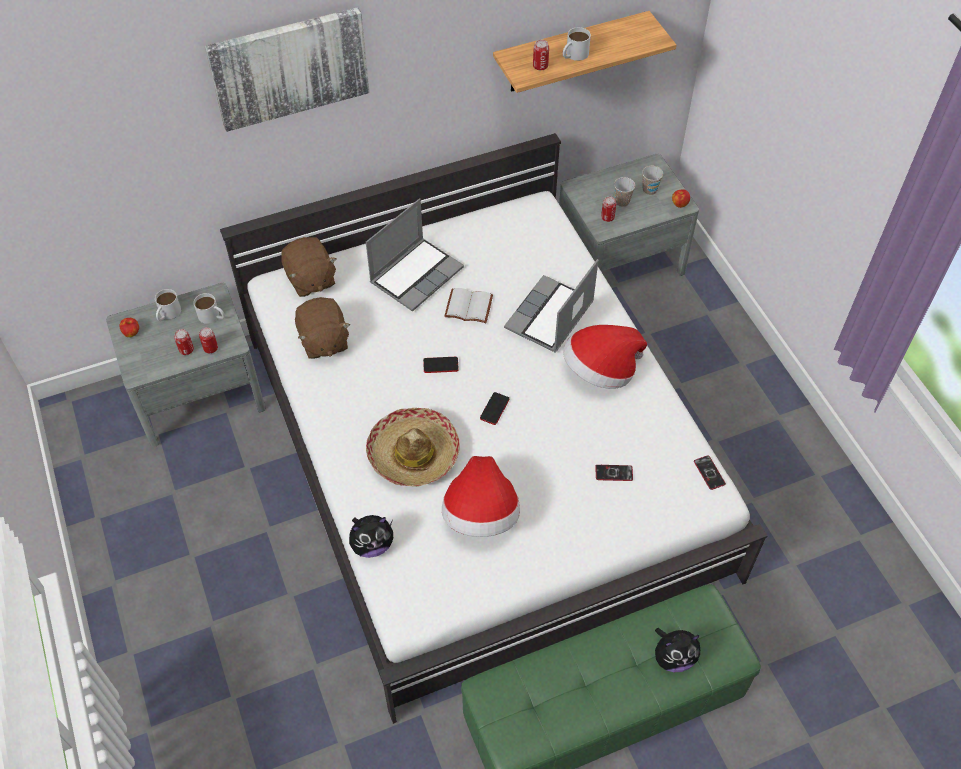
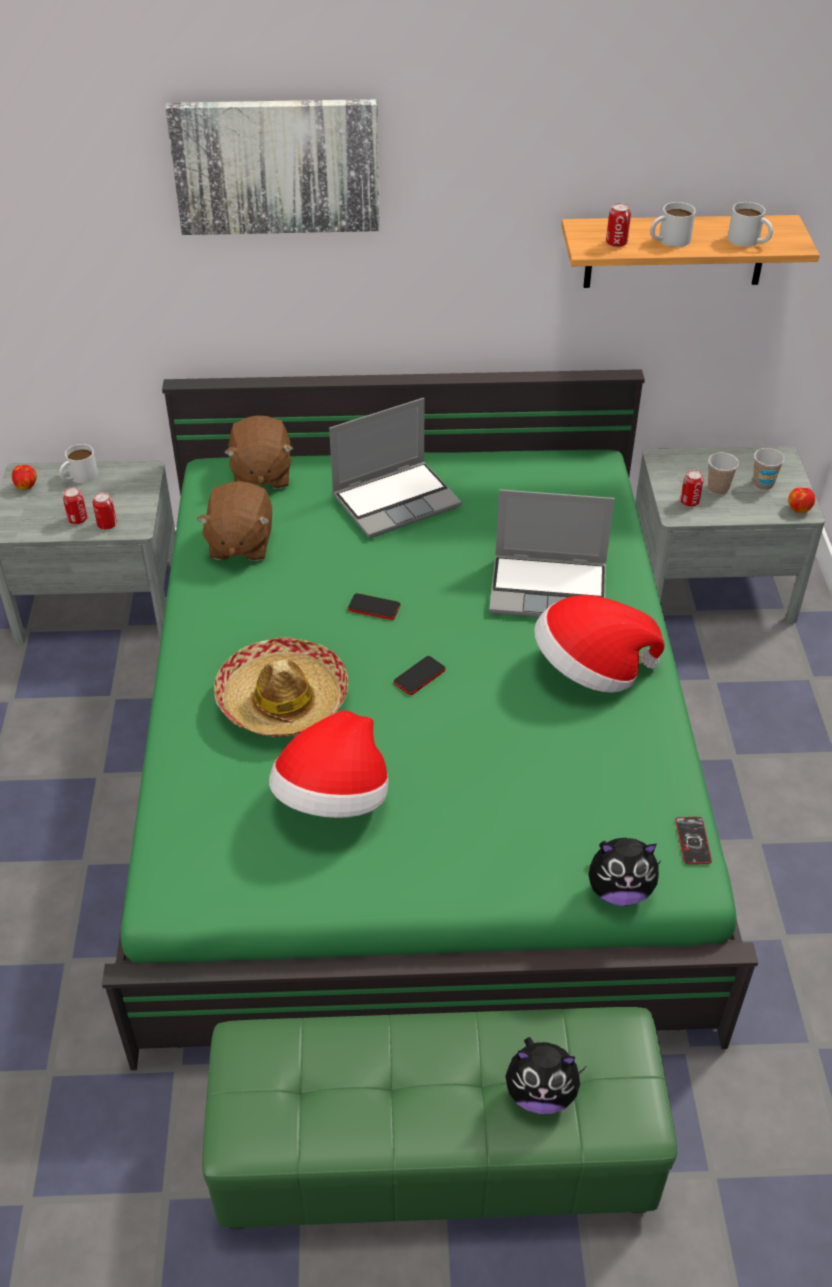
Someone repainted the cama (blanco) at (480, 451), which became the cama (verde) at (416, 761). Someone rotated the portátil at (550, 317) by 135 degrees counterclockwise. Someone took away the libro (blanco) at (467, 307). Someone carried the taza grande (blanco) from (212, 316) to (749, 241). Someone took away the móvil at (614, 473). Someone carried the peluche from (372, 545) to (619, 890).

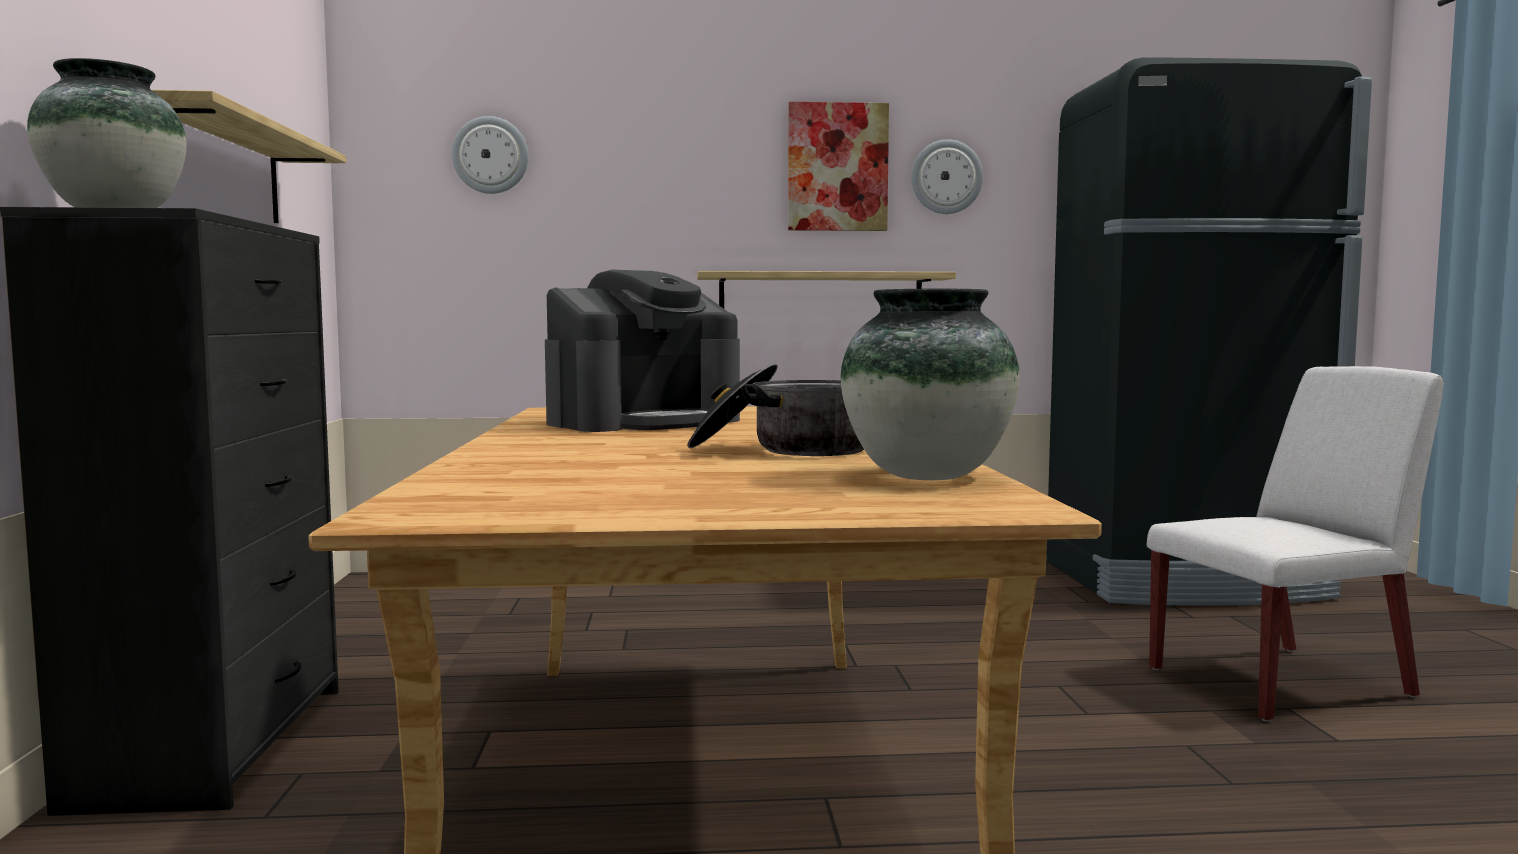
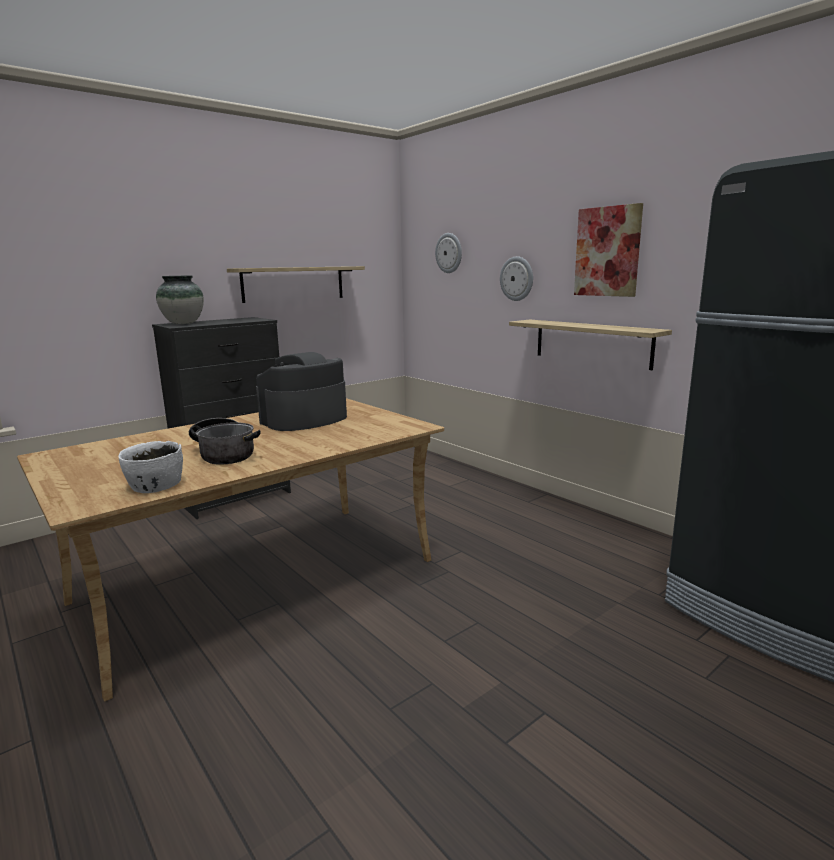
Someone carried the reloj de pared from (946, 177) to (517, 278). Someone rotated the cafetera at (644, 422) by 120 degrees clockwise. Someone swapped the florero at (928, 476) for the cuenco (blanco) at (155, 485). Someone took away the silla (blanco) at (1281, 682).

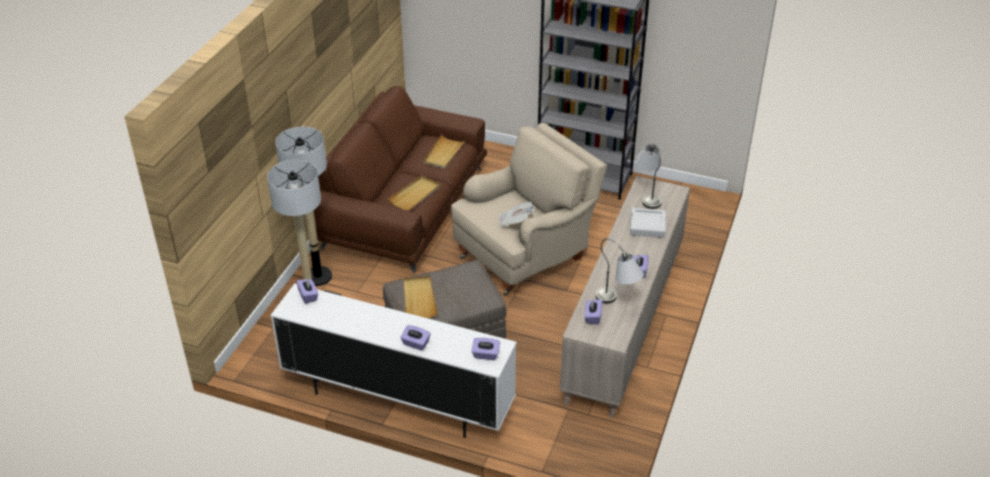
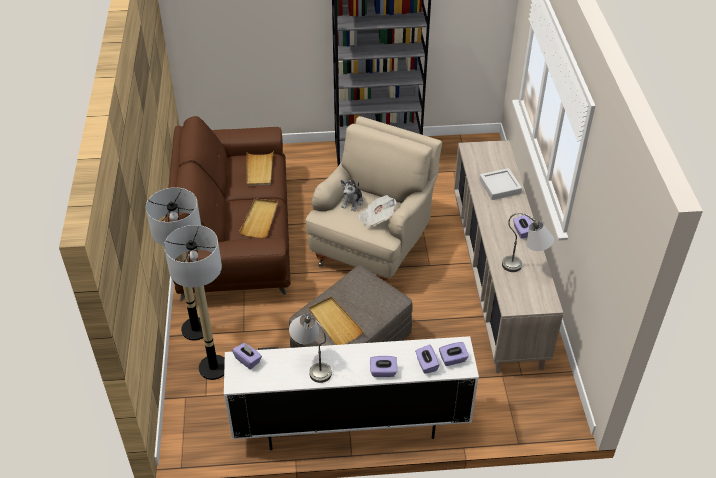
Someone carried the lámpara de mesa (gris) from (648, 195) to (312, 363). Someone carried the caja de pañuelos (morado) from (592, 317) to (426, 364). Someone put down the peluche at (352, 202).

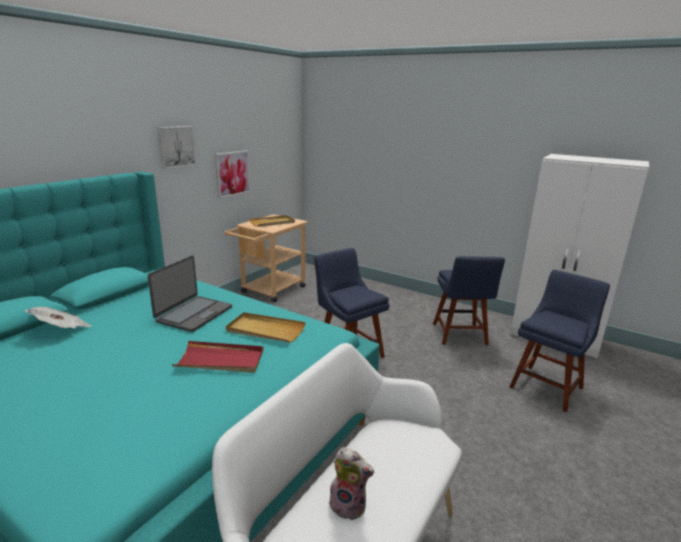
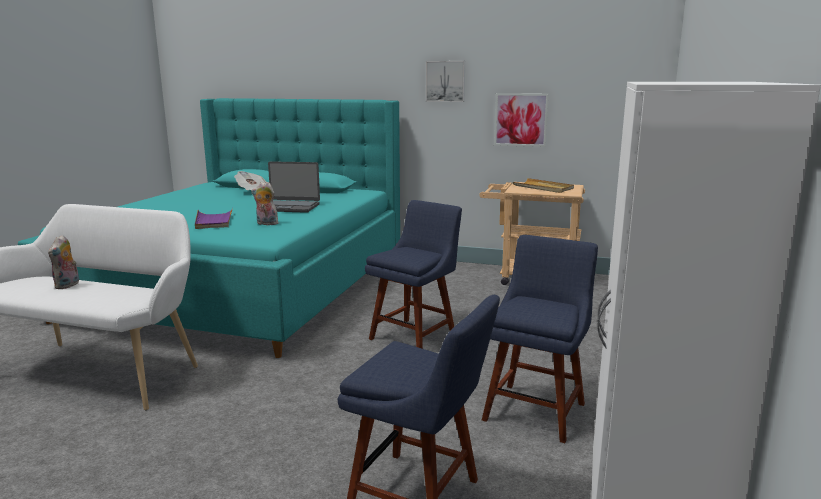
Someone rotated the silla (azul) at (460, 335) by 135 degrees clockwise. Someone swapped the bandeja (beis) at (265, 330) for the peluche at (266, 224). Someone repainted the bandeja (rojo) at (220, 360), which became the bandeja (morado) at (214, 221).

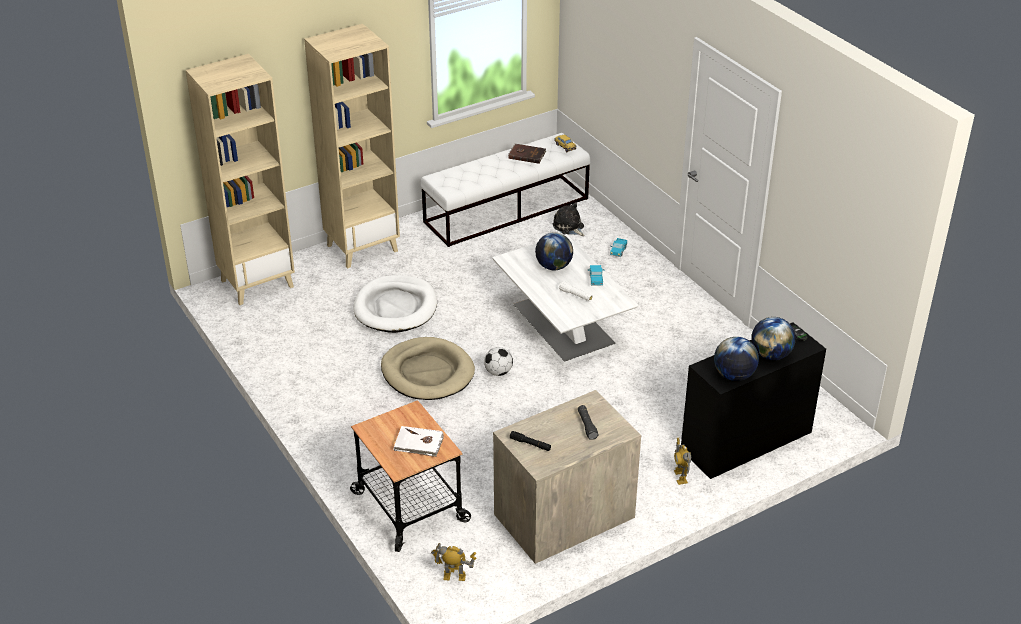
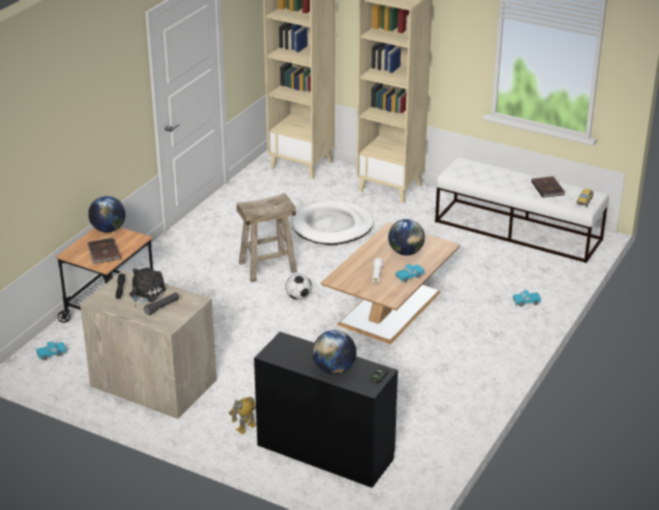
Someone carried the peluche from (569, 227) to (146, 294). Someone repainted the mesa de centro (blanco) at (561, 324), which became the mesa de centro (marrón) at (390, 306). Someone swapped the cama para perro (beis) at (427, 372) for the taburete (beis) at (268, 267). Someone carried the globo terráqueo from (734, 375) to (108, 229). Someone repainted the libro (blanco) at (419, 443), which became the libro (marrón) at (103, 253). Someone swapped the robot de juguete at (454, 577) for the camión de juguete at (52, 354).

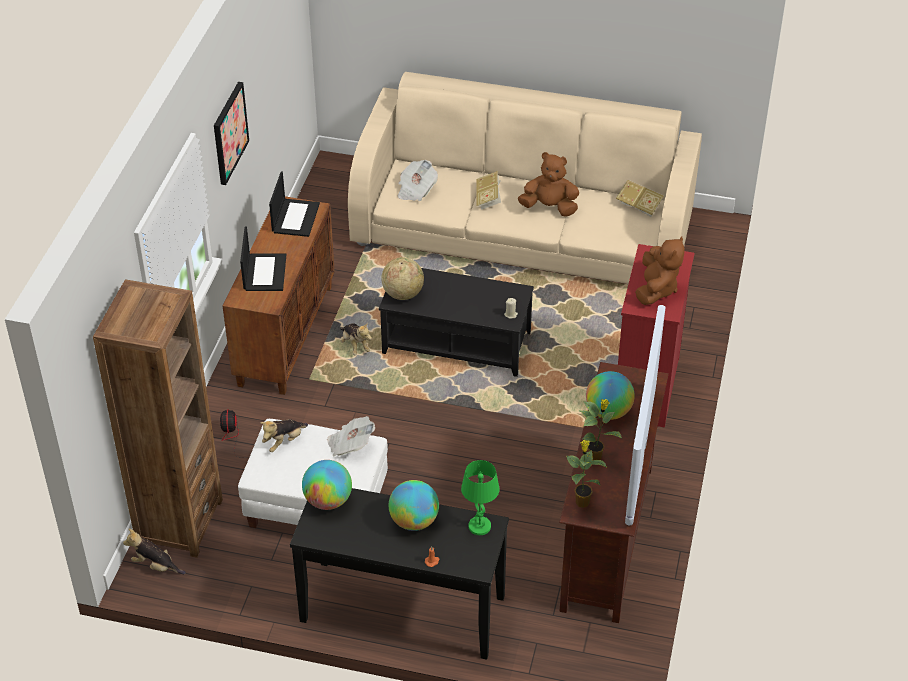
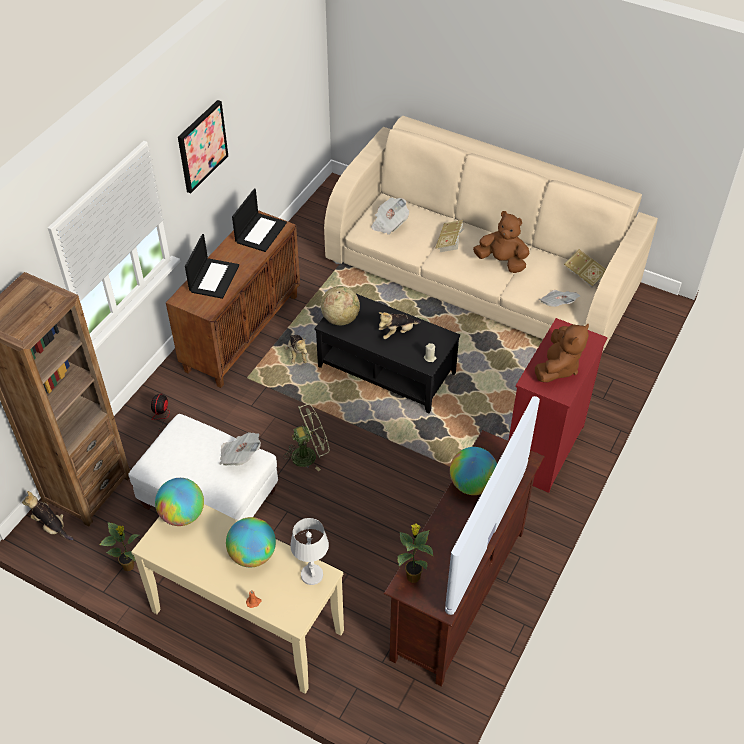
Someone carried the planta en maceta from (595, 457) to (129, 566). Someone carried the peluche from (284, 441) to (397, 332). Someone repainted the lámpara de mesa (verde) at (479, 526), which became the lámpara de mesa (blanco) at (311, 575). Someone repainted the mesa consola (negro) at (402, 609), which became the mesa consola (beis) at (247, 622). Someone put down the periódico at (557, 305). Someone put down the ventilador (verde) at (309, 454).

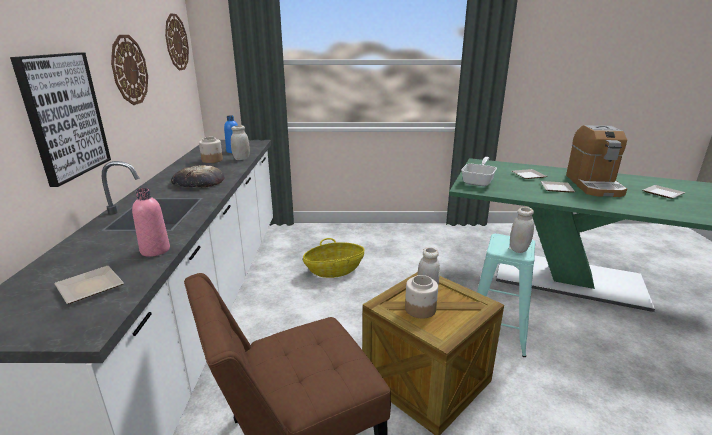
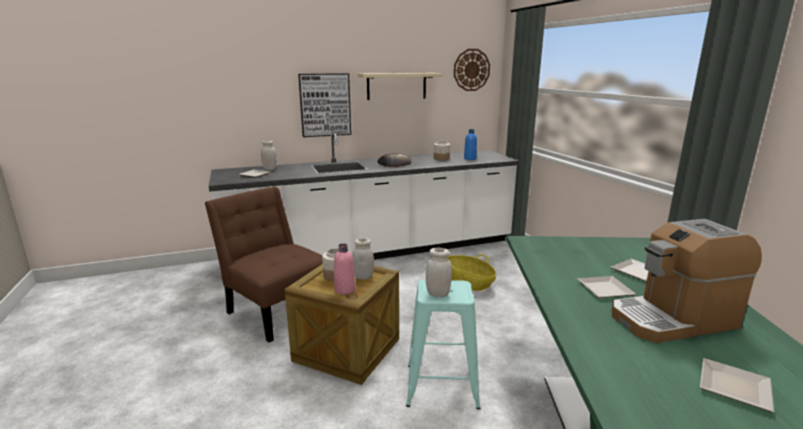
Someone swapped the reloj de pared at (129, 70) for the estante (beis) at (396, 86). Someone carried the tarro (blanco) from (241, 159) to (270, 169). Someone took away the sartén at (479, 181). Someone carried the botella (rosa) from (155, 250) to (345, 290).

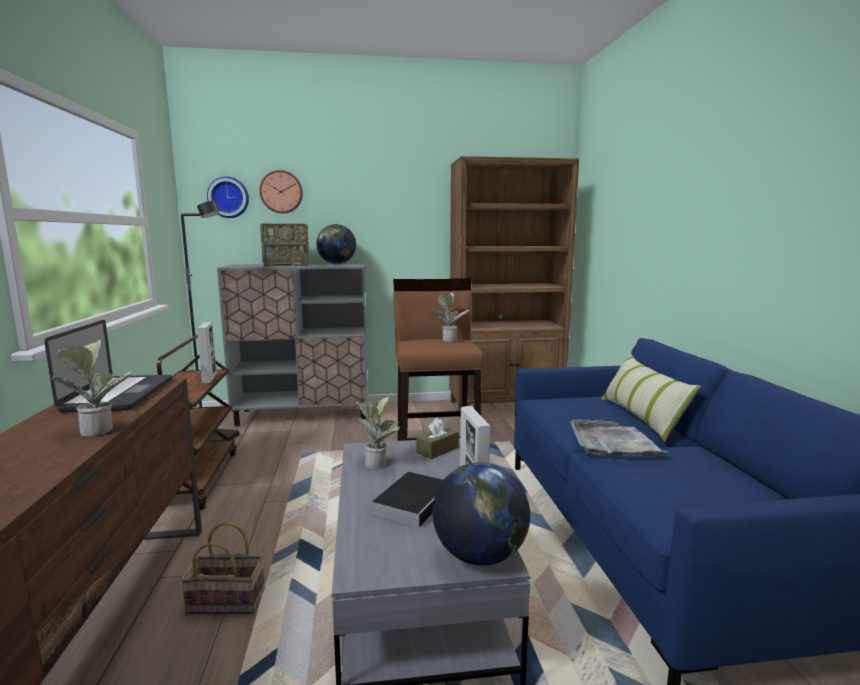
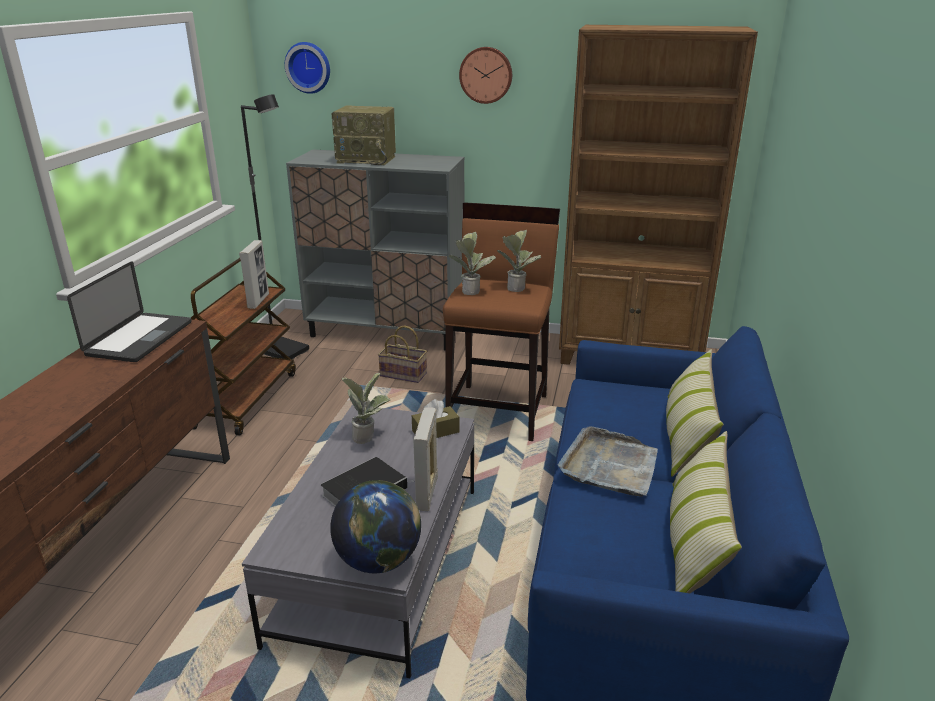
Someone carried the reloj de pared from (281, 192) to (486, 75). Someone took away the globo terráqueo at (337, 264). Someone carried the planta en maceta from (99, 429) to (471, 290). Someone carried the cesta from (228, 600) to (404, 374). Someone put down the cojín at (695, 541).

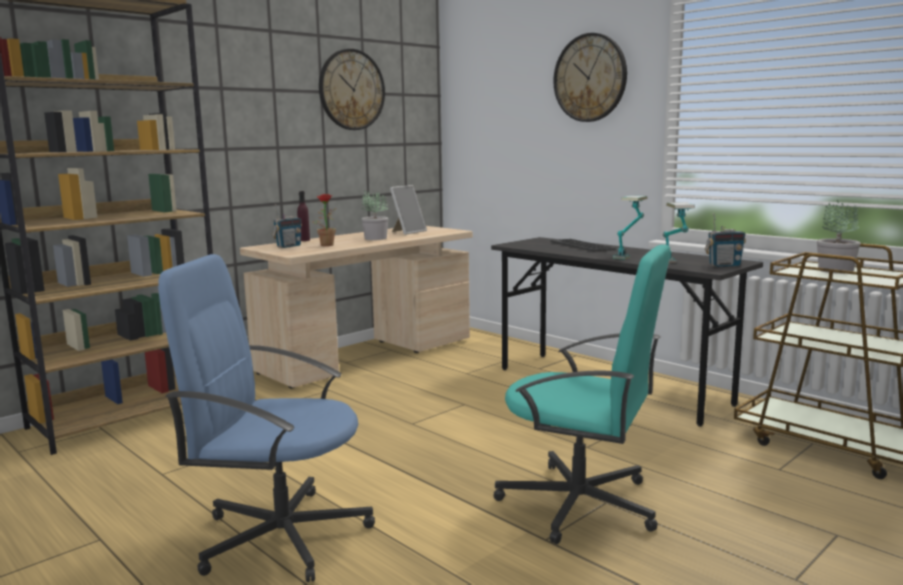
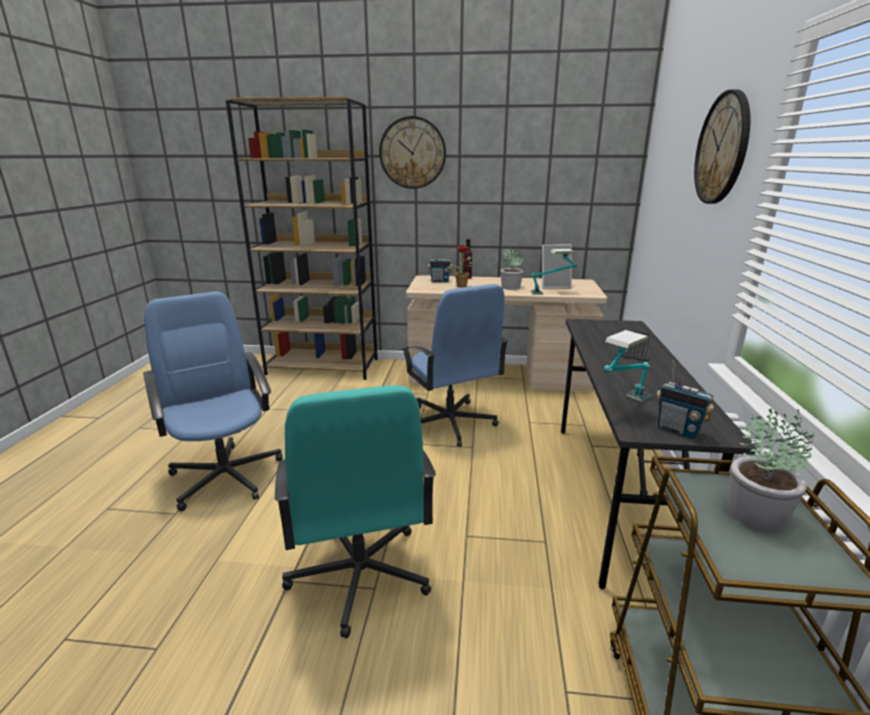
Someone carried the reloj de pared from (351, 90) to (412, 153). Someone carried the lámpara de mesa from (629, 255) to (552, 293). Someone put down the silla de oficina (azul) at (450, 423).

